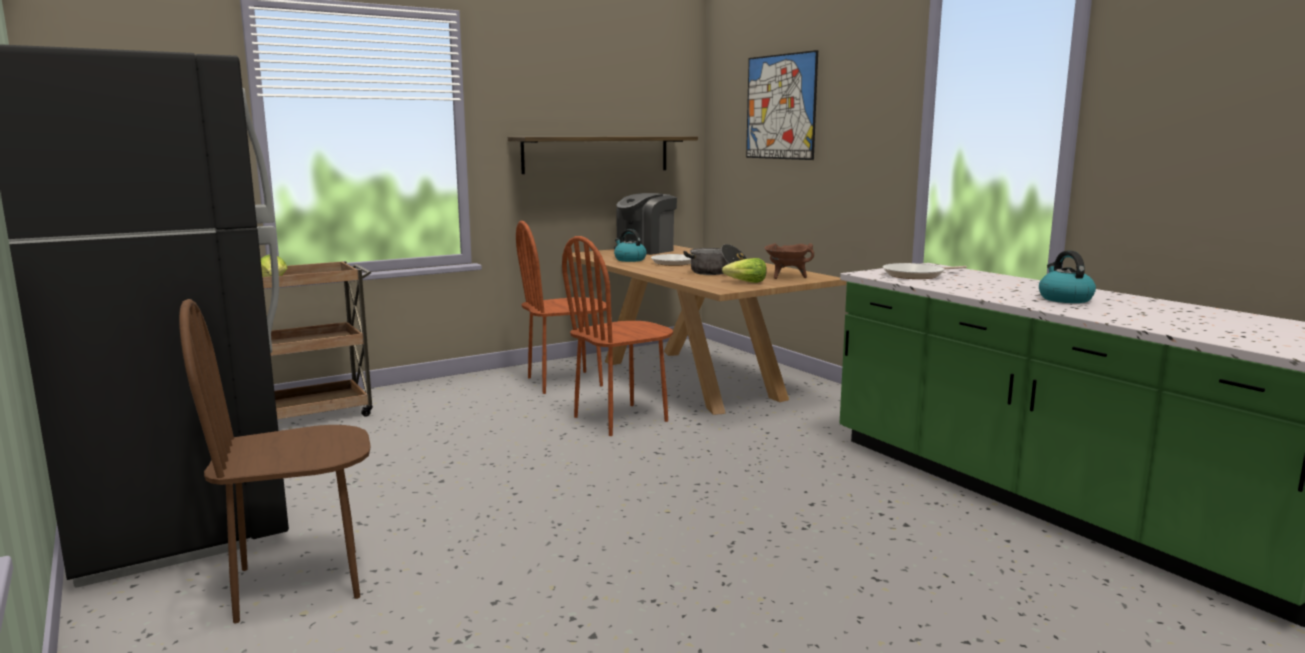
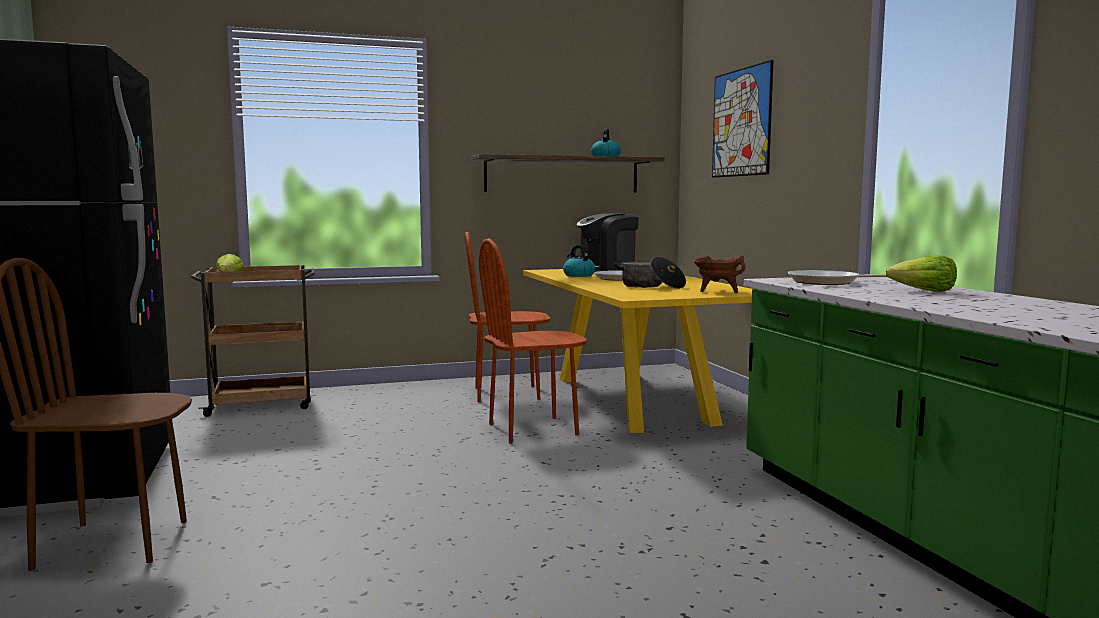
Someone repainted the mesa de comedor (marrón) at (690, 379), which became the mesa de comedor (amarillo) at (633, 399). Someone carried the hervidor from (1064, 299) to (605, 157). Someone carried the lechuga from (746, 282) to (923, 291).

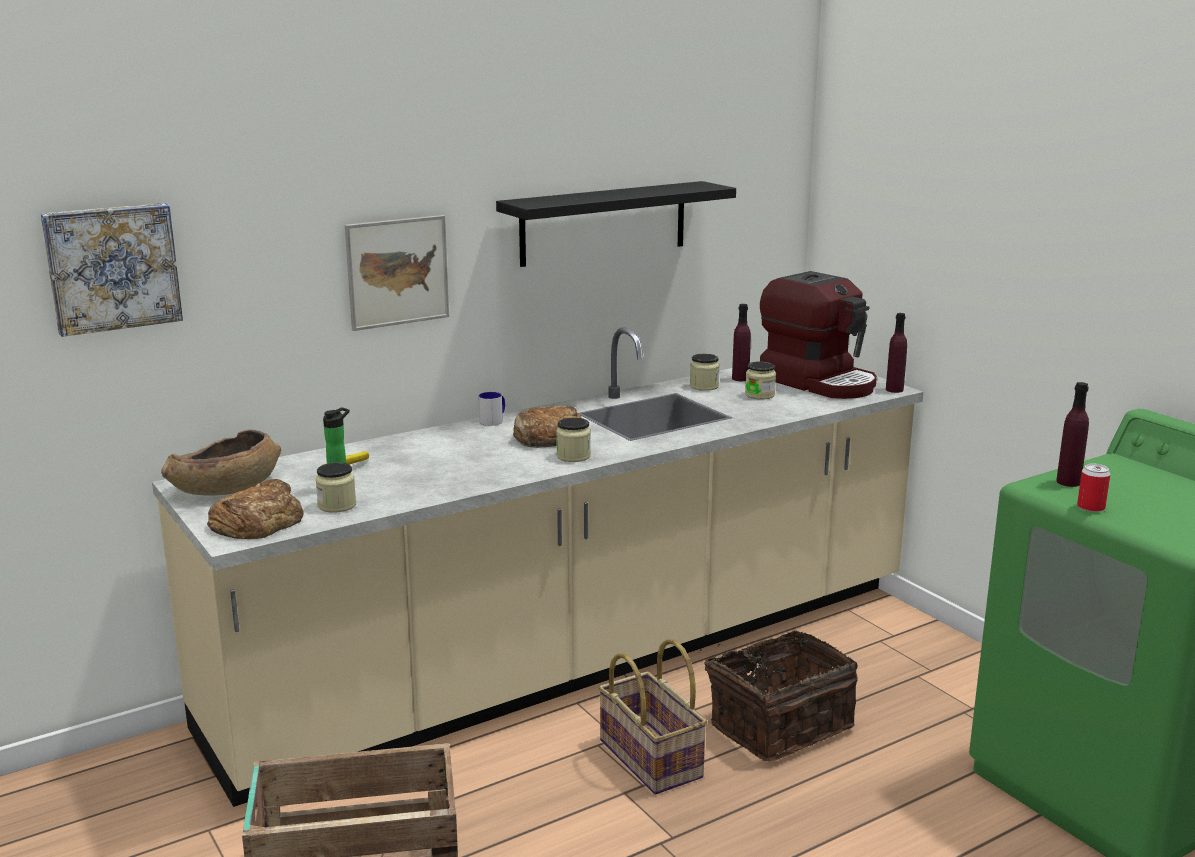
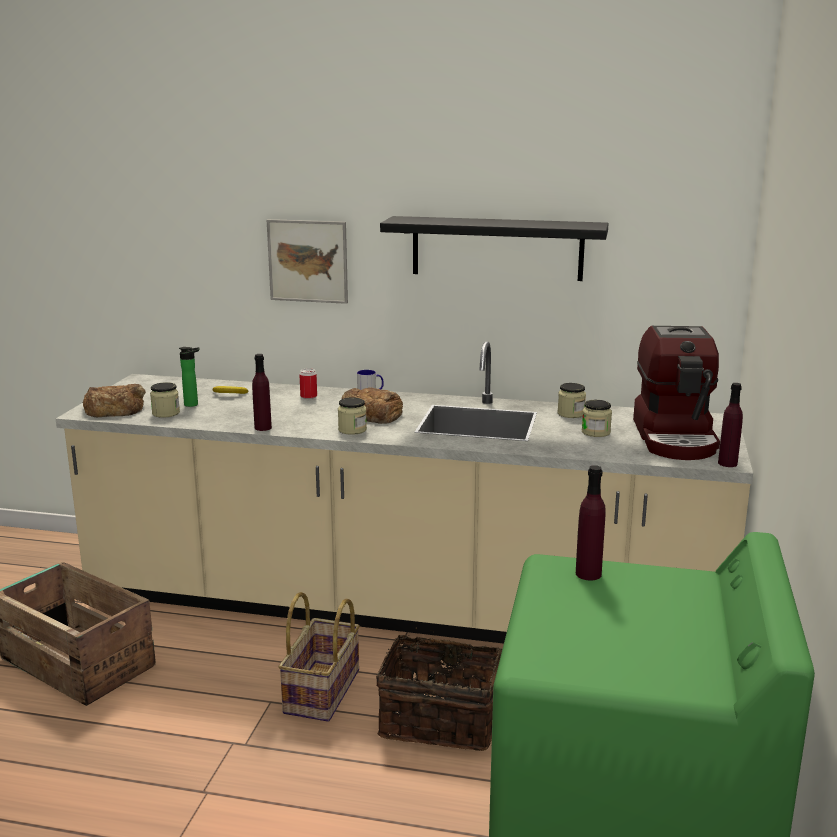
Someone took away the cuadro at (112, 267). Someone carried the botella (morado) from (740, 378) to (263, 428). Someone took away the cuenco (marrón) at (225, 488). Someone carried the lata from (1091, 507) to (308, 396).

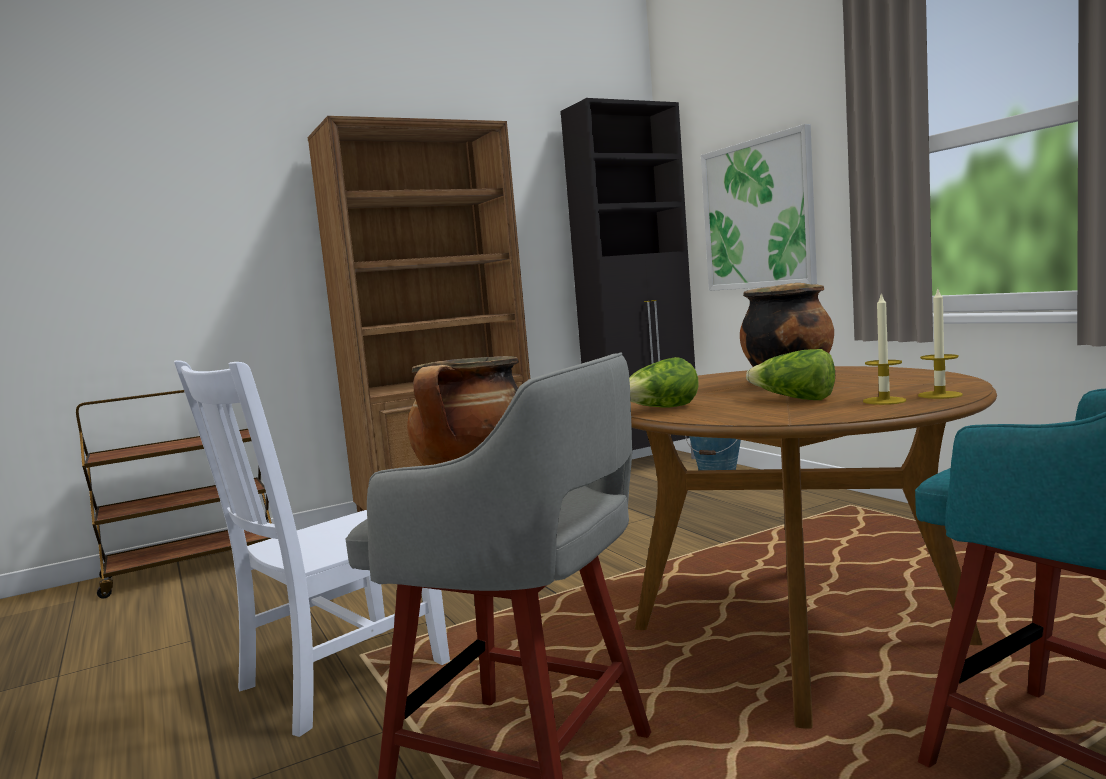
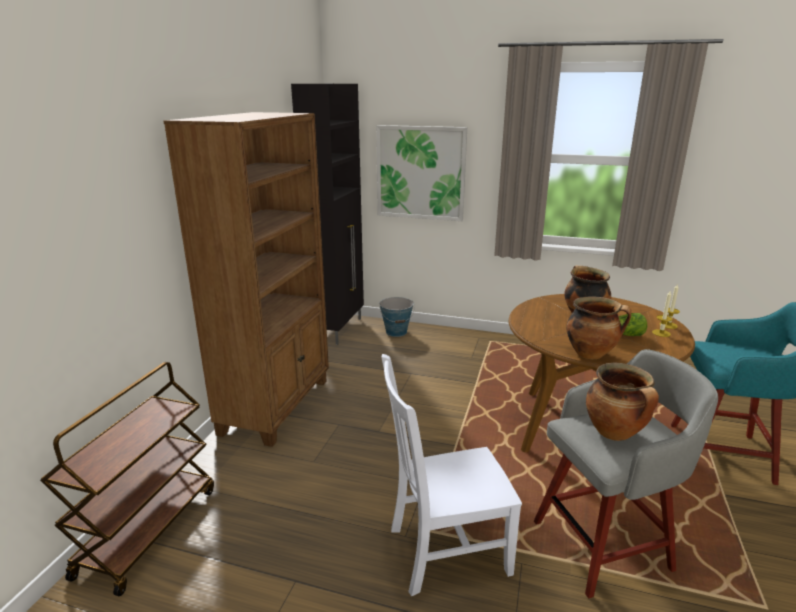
Someone swapped the lechuga at (661, 409) for the olla at (591, 354). Someone rotated the silla (blanco) at (337, 678) by 75 degrees clockwise.

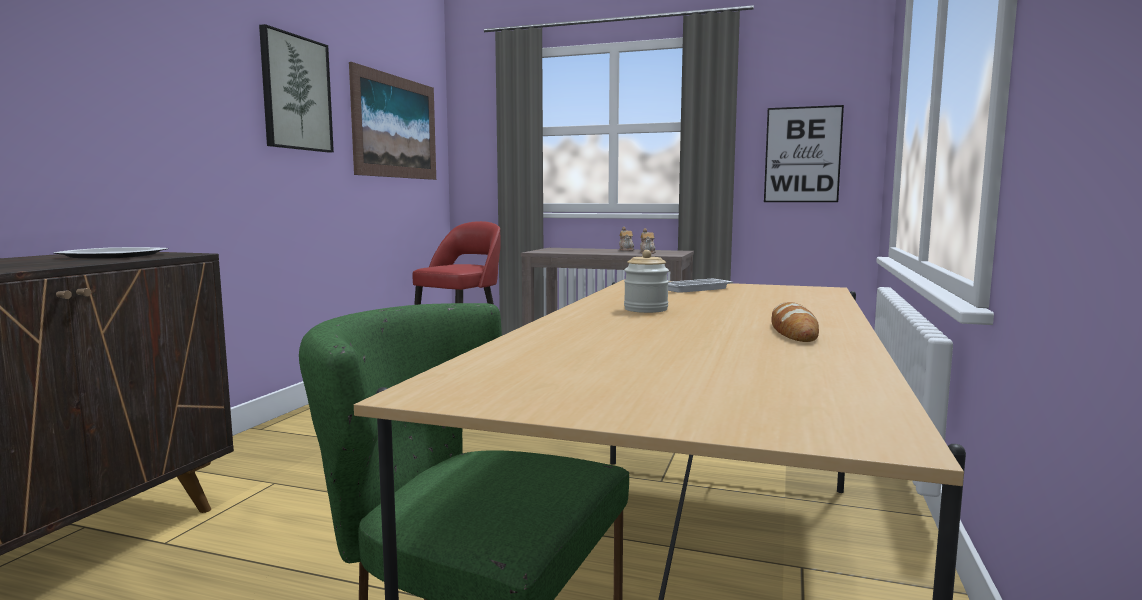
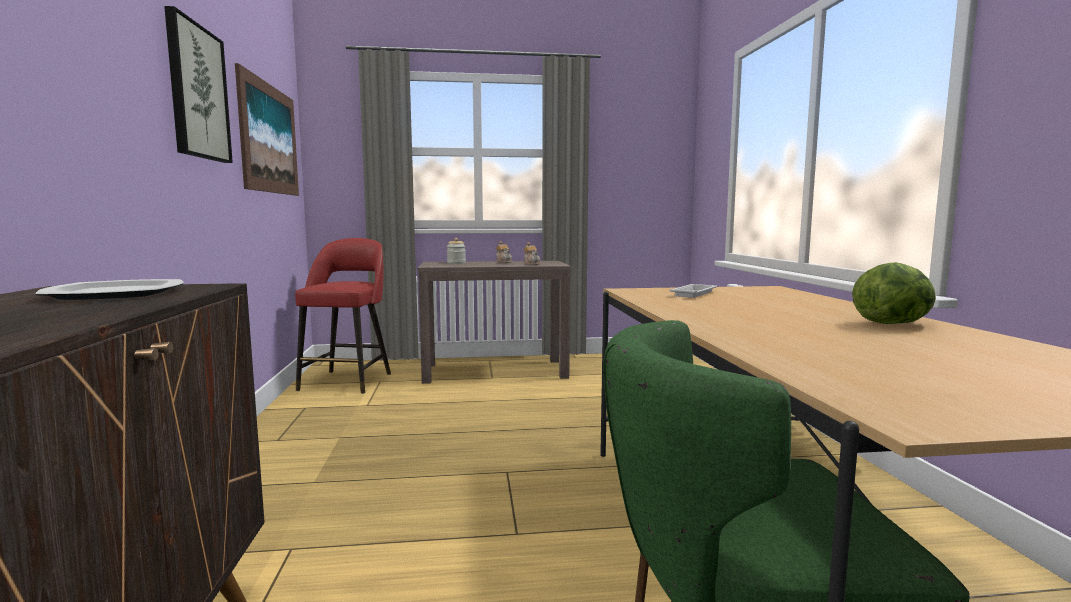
Someone took away the cuadro at (802, 155). Someone carried the tarro from (645, 309) to (456, 263). Someone swapped the pan at (793, 331) for the lechuga at (893, 323).

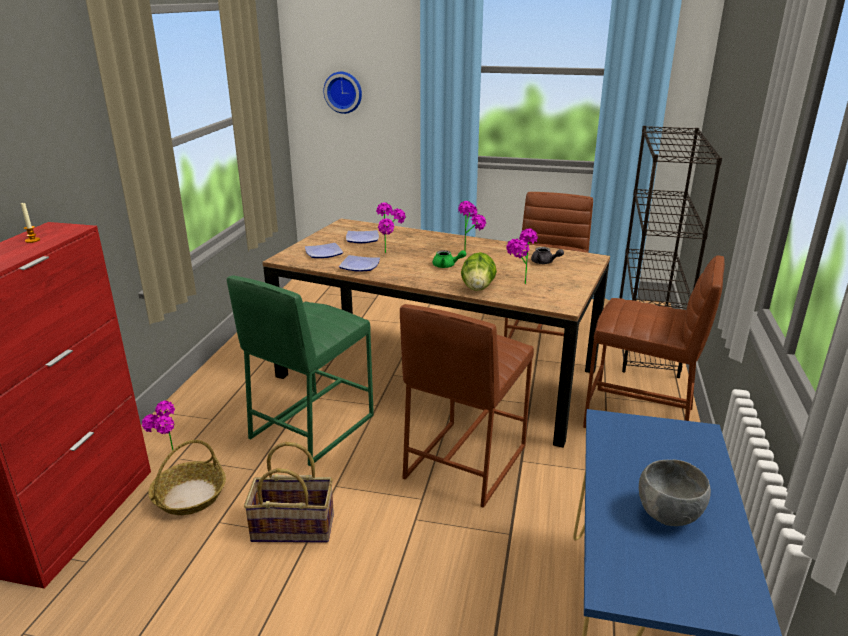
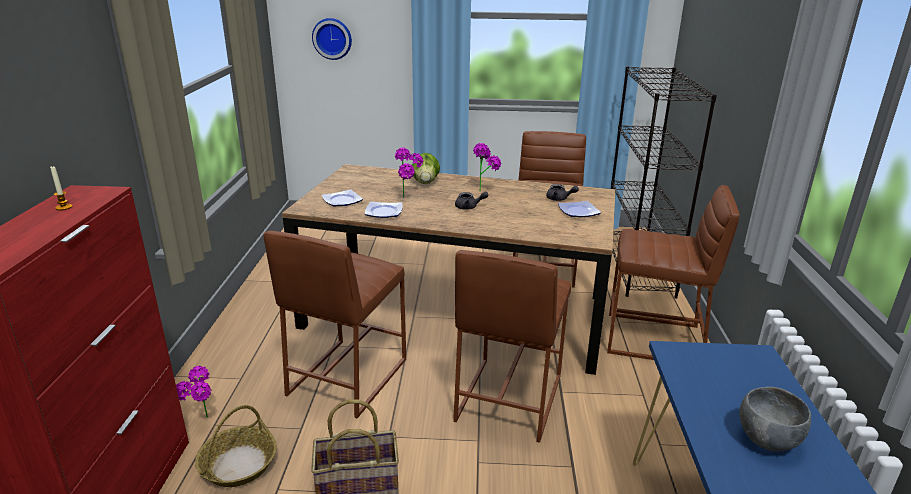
Someone took away the planta en maceta at (518, 284). Someone carried the plato from (363, 239) to (579, 211). Someone repainted the tetera (verde) at (447, 266), which became the tetera (gris) at (469, 207). Someone carried the lechuga from (478, 288) to (425, 182). Someone repainted the taburete (verde) at (311, 426), which became the taburete (marrón) at (346, 377).

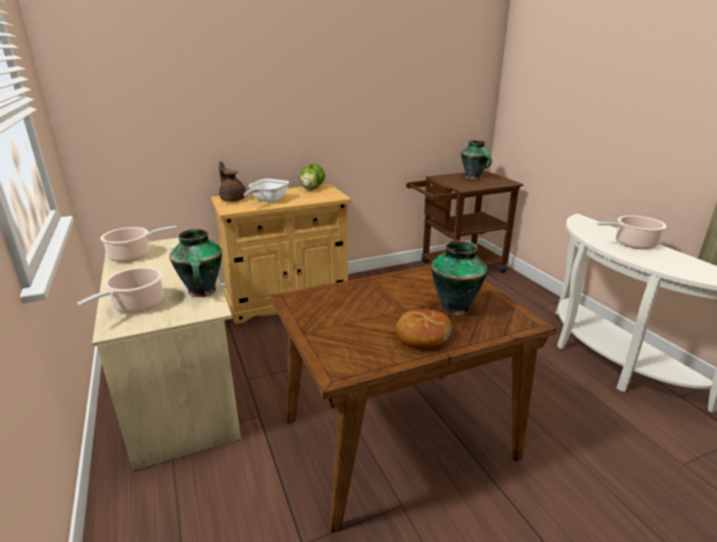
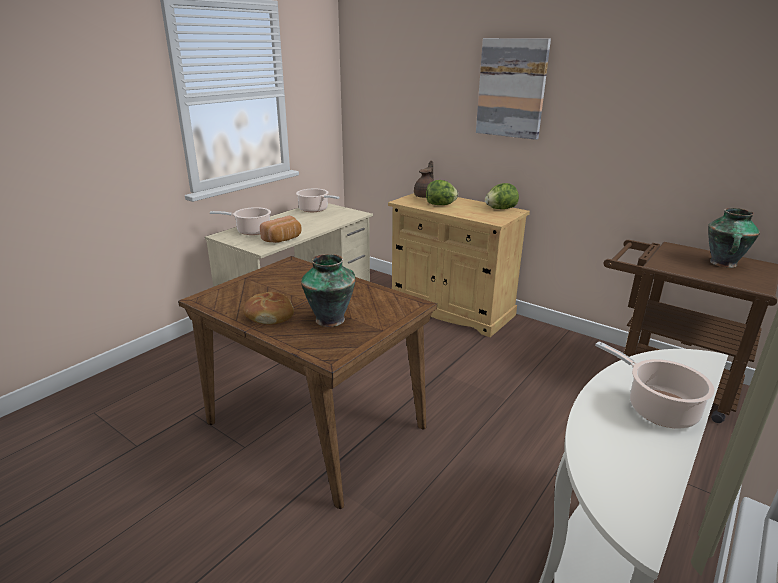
Someone swapped the sartén at (267, 201) for the lechuga at (441, 205). Someone swapped the florero at (202, 291) for the pan at (283, 239). Someone put up the cuadro at (511, 88).

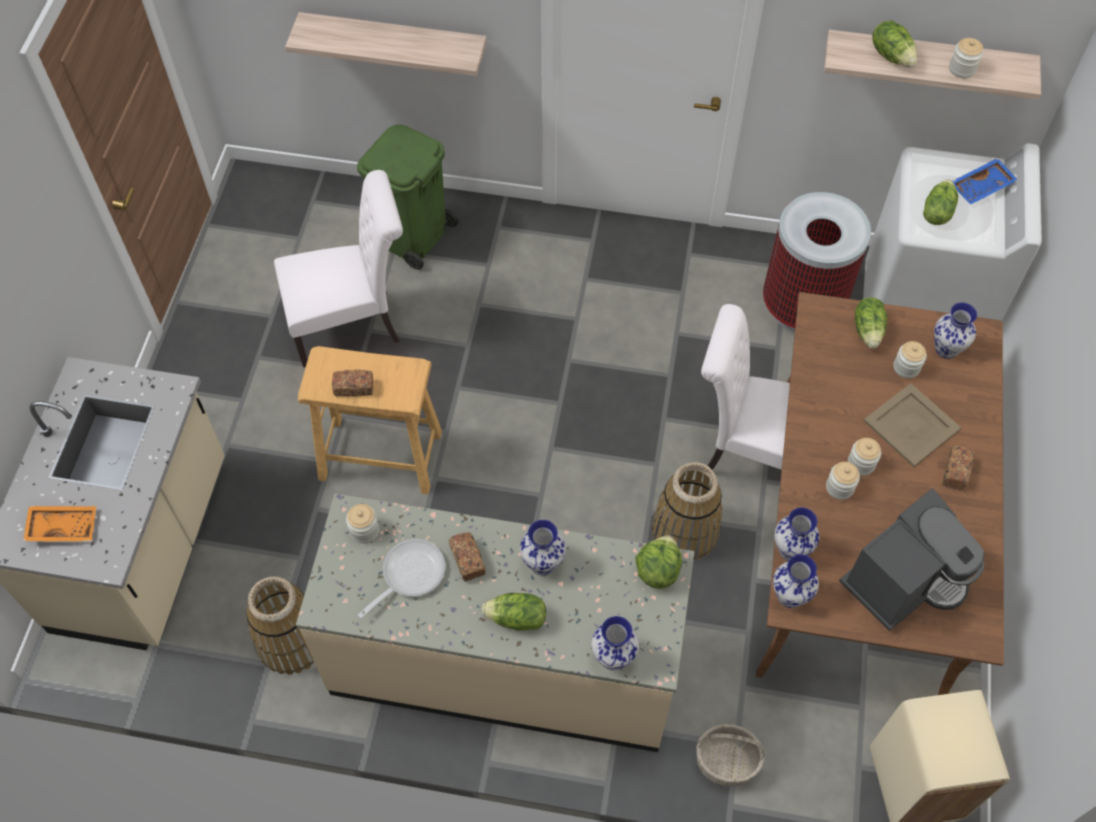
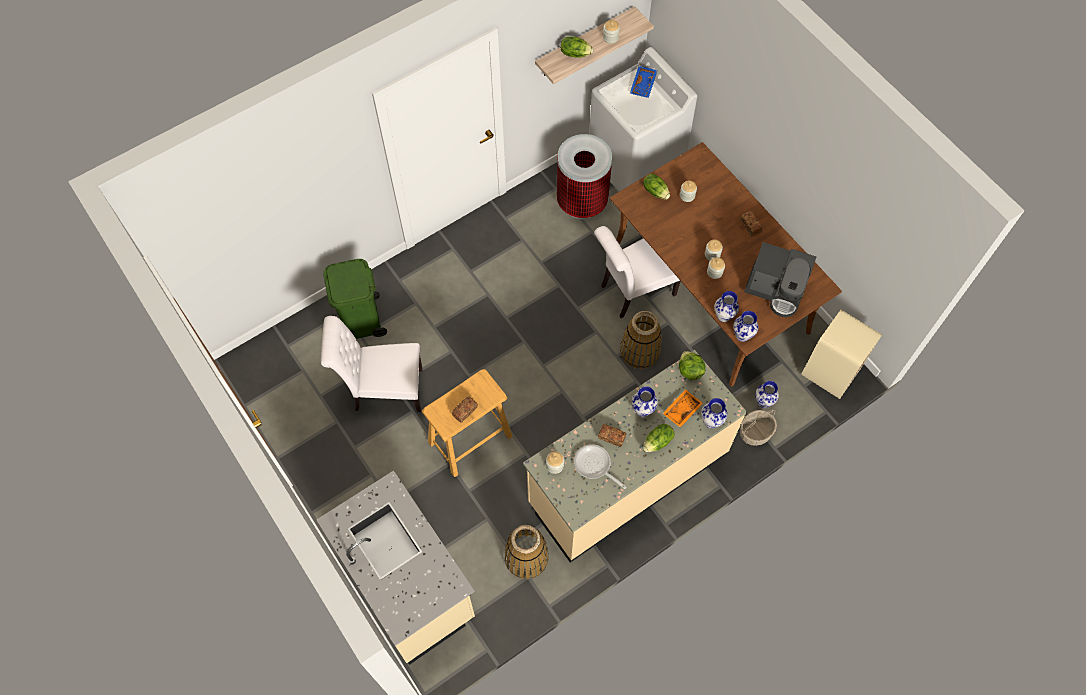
Someone took away the estante at (394, 41). Someone rotated the silla (blanco) at (353, 325) by 120 degrees counterclockwise. Someone took away the lechuga at (936, 212). Someone carried the florero from (946, 349) to (763, 402). Someone took away the bandeja (beis) at (910, 425). Someone rotated the cafetera at (903, 580) by 105 degrees clockwise. Someone carried the bandeja (naranja) from (63, 526) to (681, 410). Someone rotated the sartén at (409, 574) by 45 degrees counterclockwise.

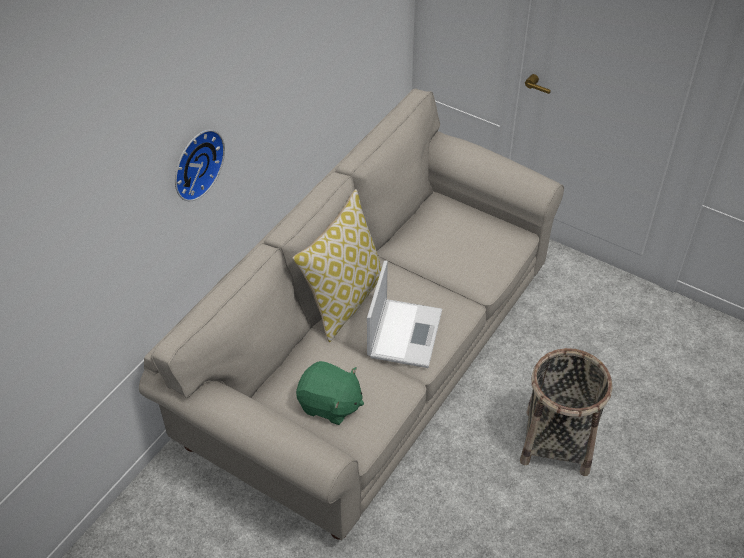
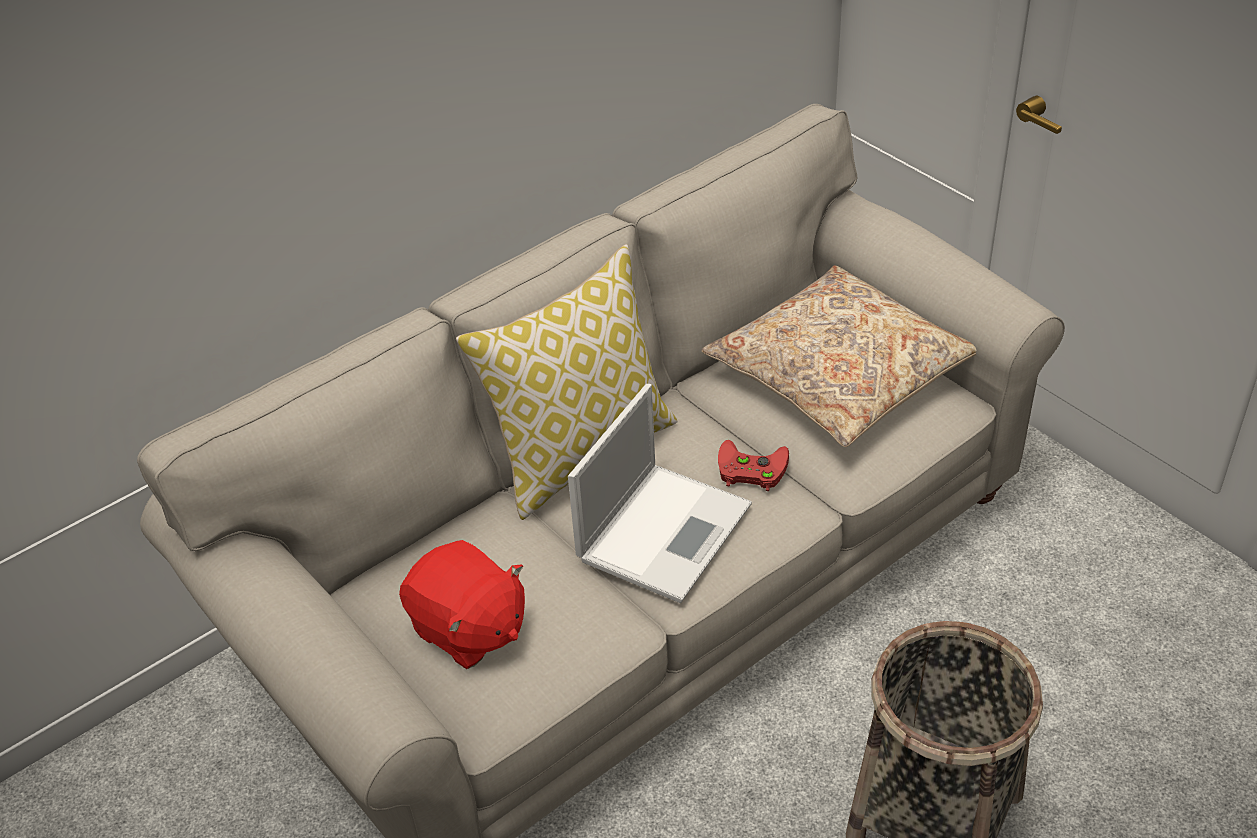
Someone took away the reloj de pared at (195, 163). Someone repainted the peluche (verde) at (330, 405), which became the peluche (rojo) at (468, 629). Someone put down the cojín (beis) at (839, 373). Someone put down the mando de consola (rojo) at (749, 470).

